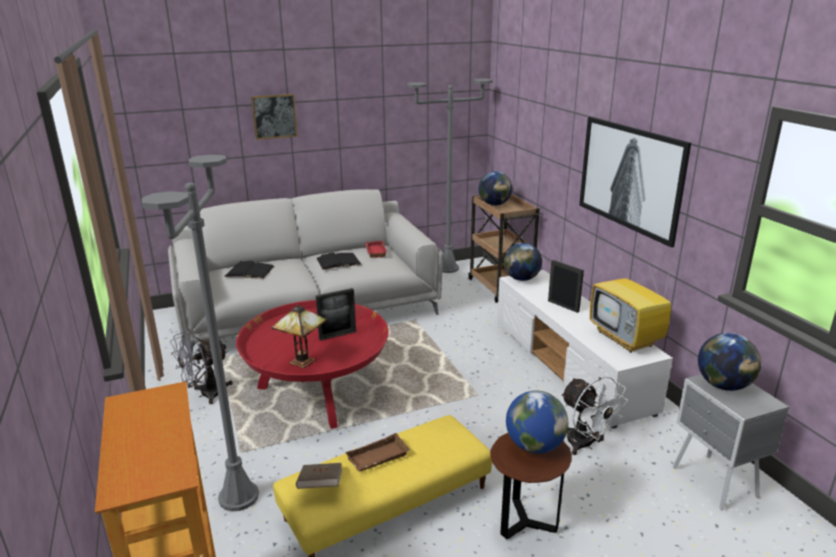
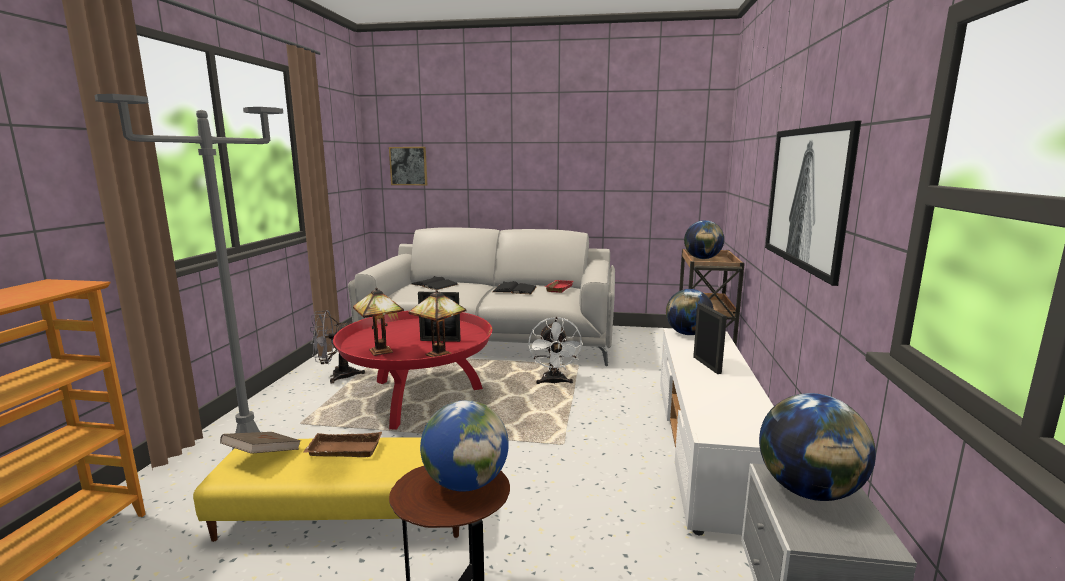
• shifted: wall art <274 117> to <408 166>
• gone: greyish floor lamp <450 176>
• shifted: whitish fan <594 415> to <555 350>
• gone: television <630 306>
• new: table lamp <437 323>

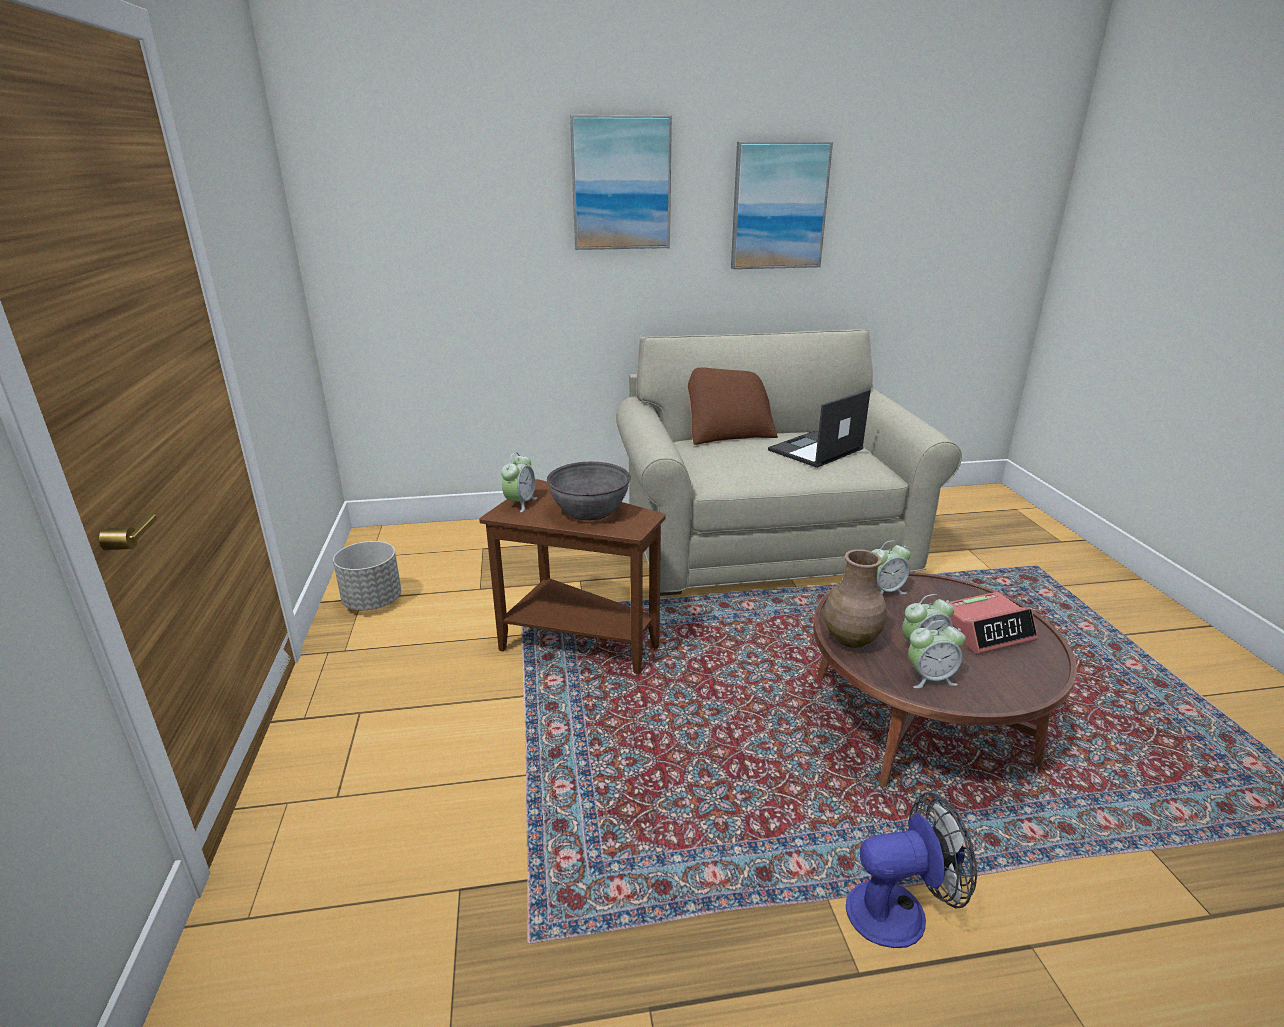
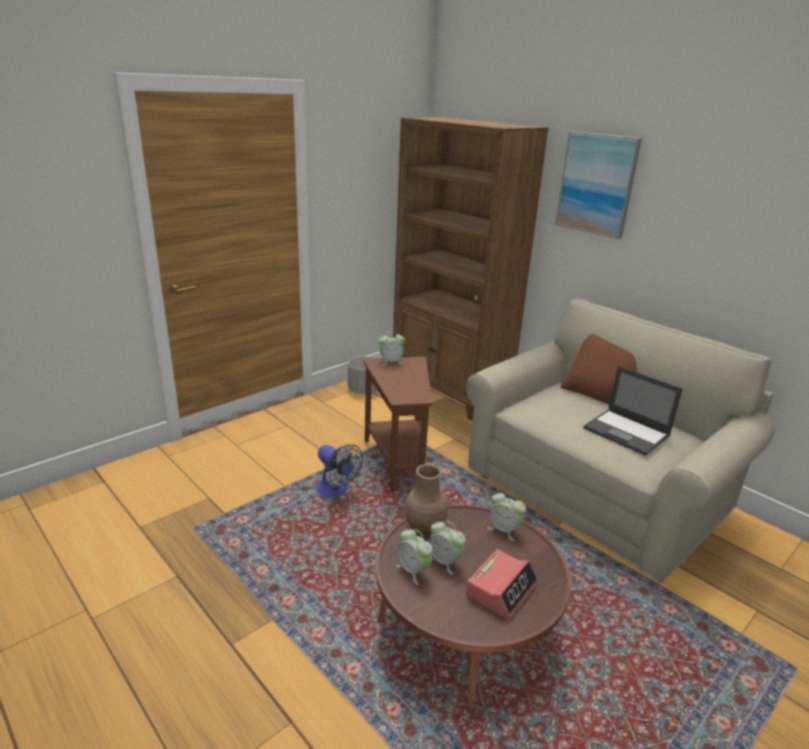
• gone: greyish bowl <589 491>
• gone: wall art <782 205>
• rotated: laptop <819 428> = <633 411> 150 degrees counterclockwise
• shifted: fan <911 870> to <339 471>
• rotated: alarm clock <992 623> = <502 584> 90 degrees counterclockwise
• new: brownish shelving unit <471 268>

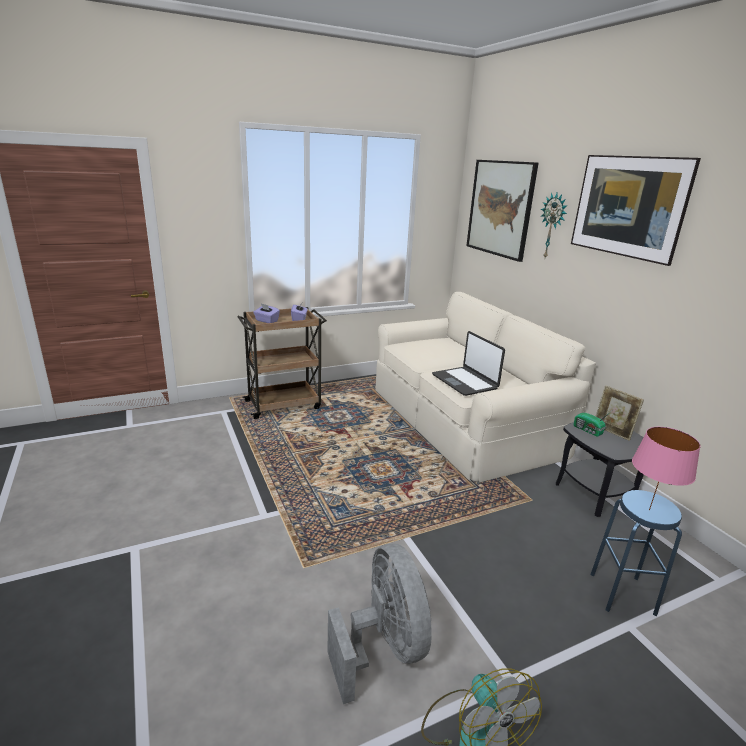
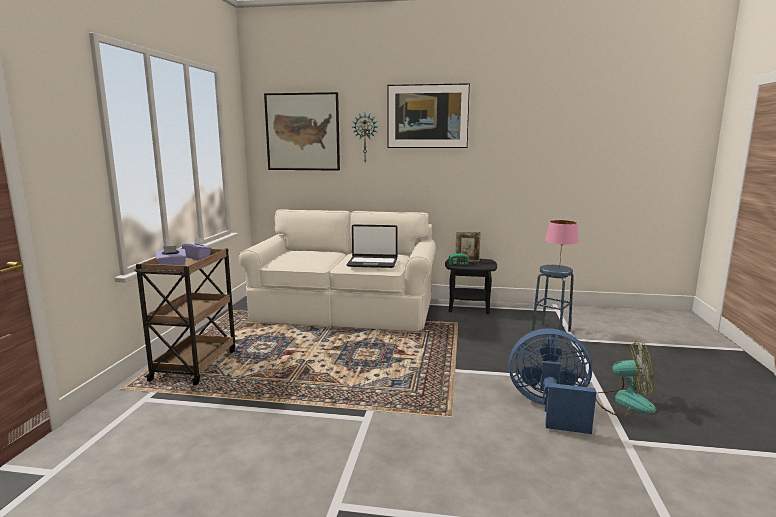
• repainted: greyish fan <379 623> to blue-coloured fan <552 381>

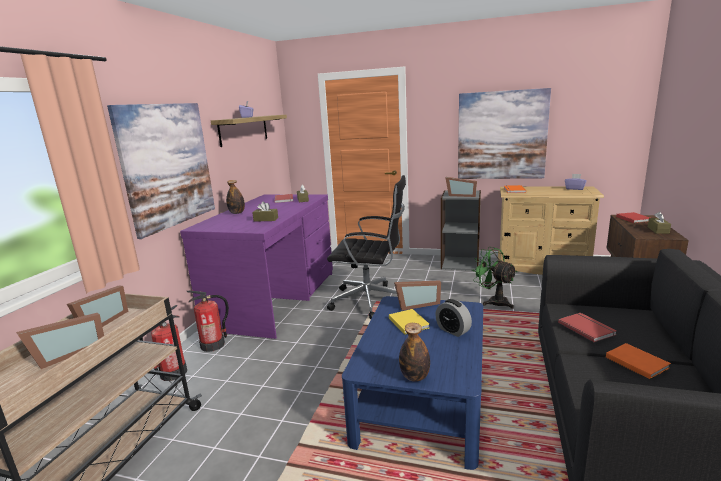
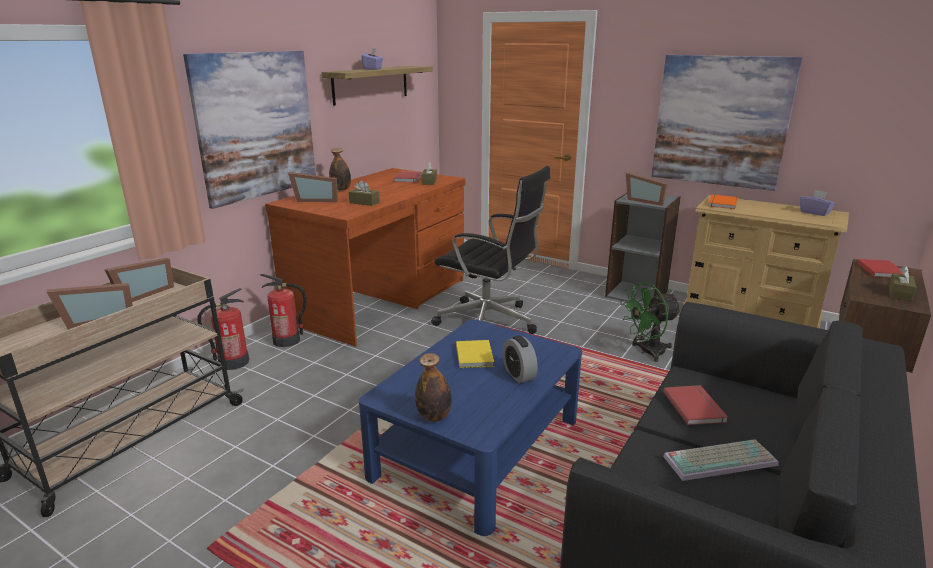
• repainted: purplish desk unit <256 266> to brownish desk unit <365 257>
• shifted: picture frame <417 296> to <313 187>
• rotated: greenish fan <494 278> = <651 322> 90 degrees counterclockwise
• swapped: orangey volume <638 361> to PC keyboard <721 460>

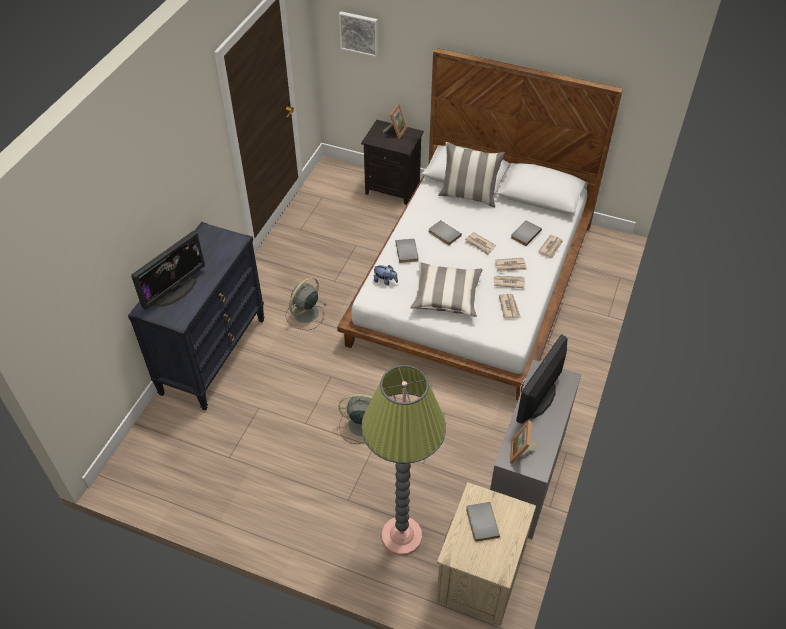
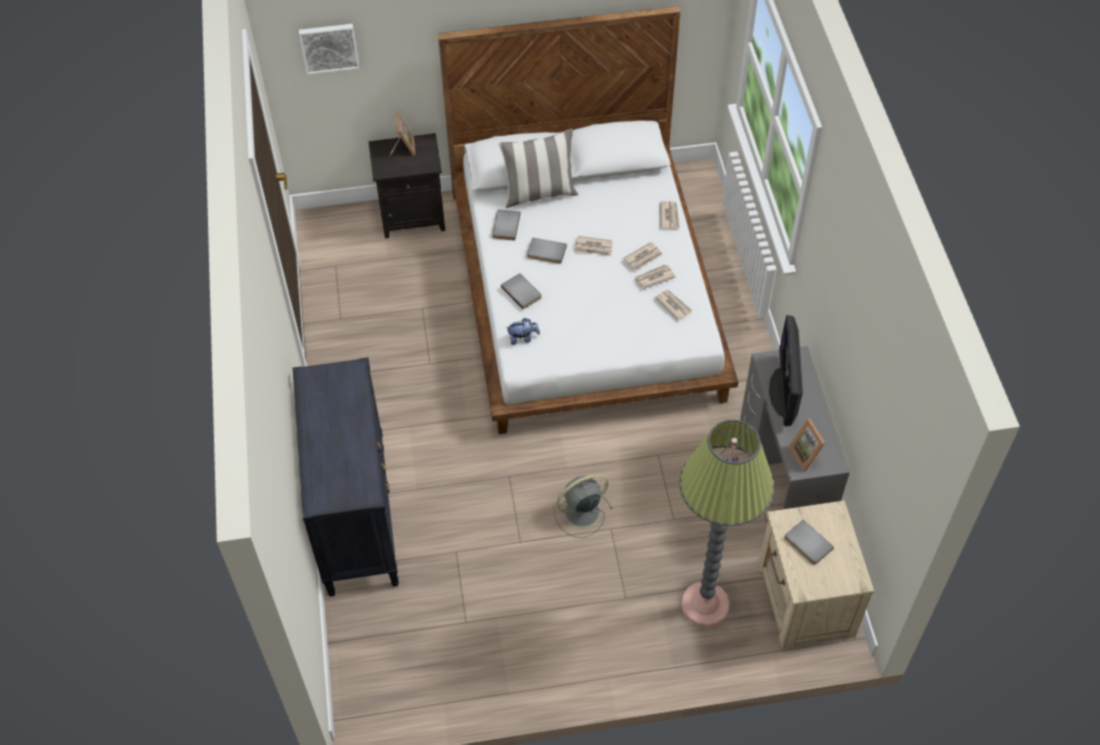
• gone: computer screen <168 270>
• gone: greyish fan <305 303>
• gone: pillow <446 289>
• shifted: greyish volume <526 233> to <506 225>

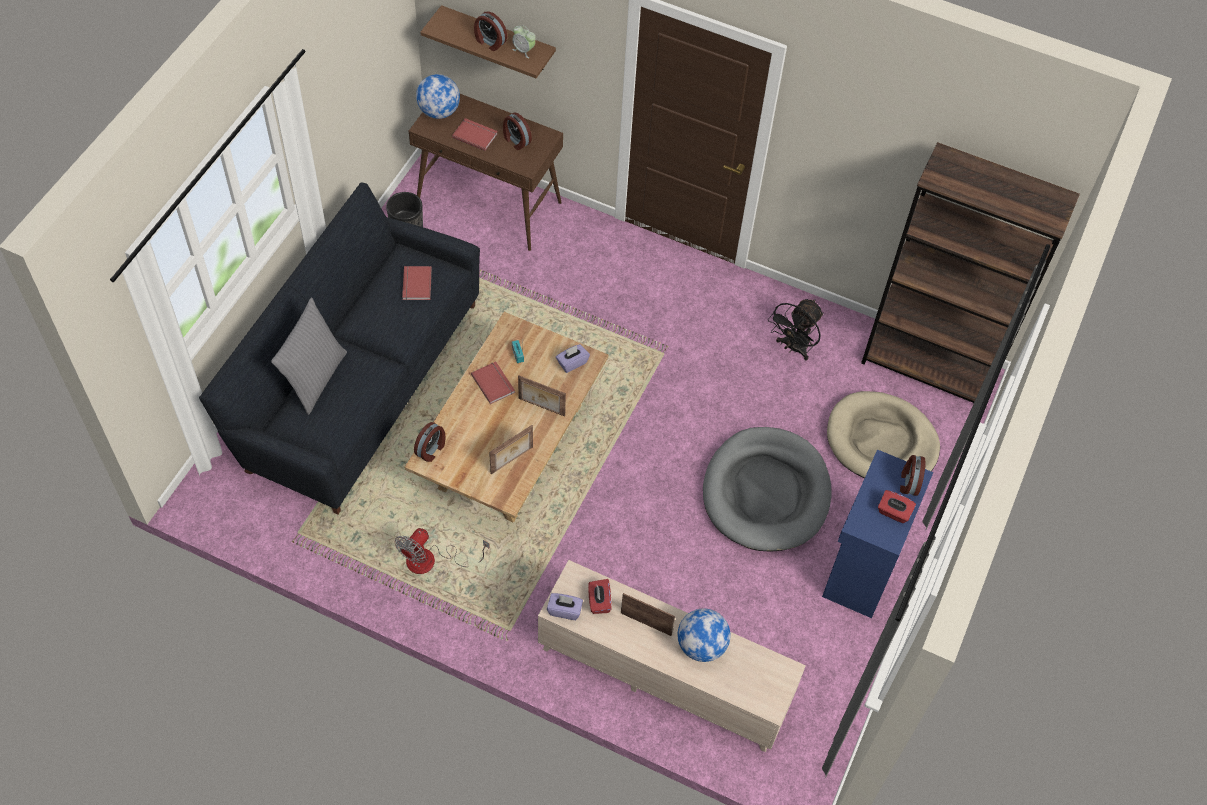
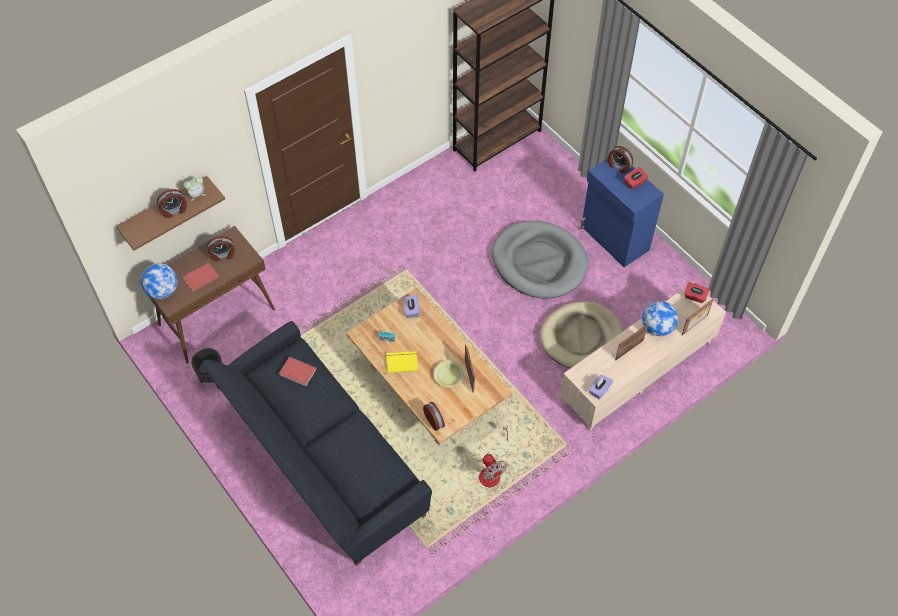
• gone: greyish pillow <309 356>
• repainted: reddish volume <493 383> to yellowish volume <402 362>
• shifted: picture frame <542 395> to <698 316>
• shifted: reddish tissue box <600 596> to <696 292>
• gone: blackish fan <796 329>
• shifted: beige-coloured pet bed <883 434> to <581 334>
• new: yellowish bowl <449 373>

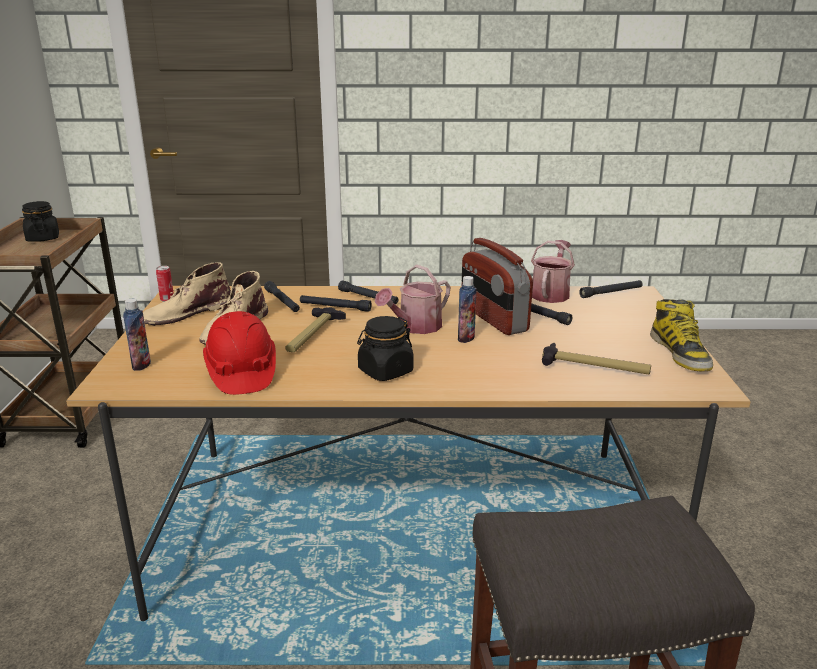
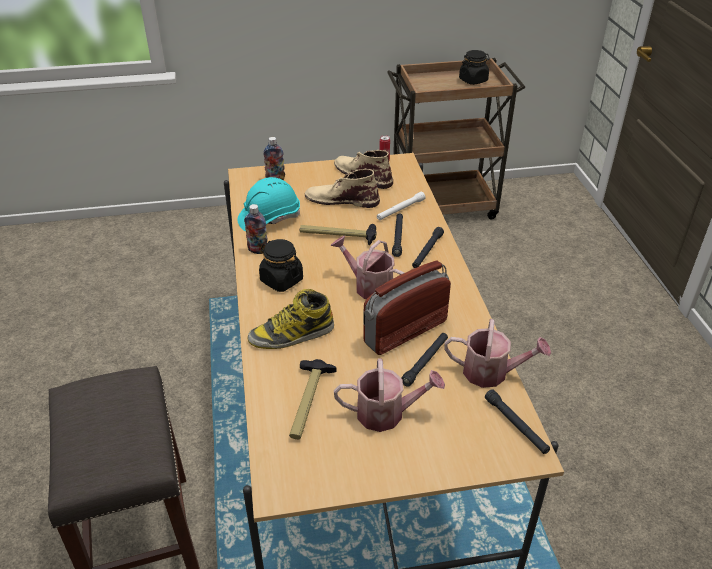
• repainted: reddish work helmet <239 353> to blue-green work helmet <269 204>
• repainted: blackish flashlight <282 296> to whitish flashlight <401 206>
• shifted: beverage bottle <467 309> to <256 229>
• shifted: high-top boot <681 335> to <291 319>
• new: watering pot <389 395>

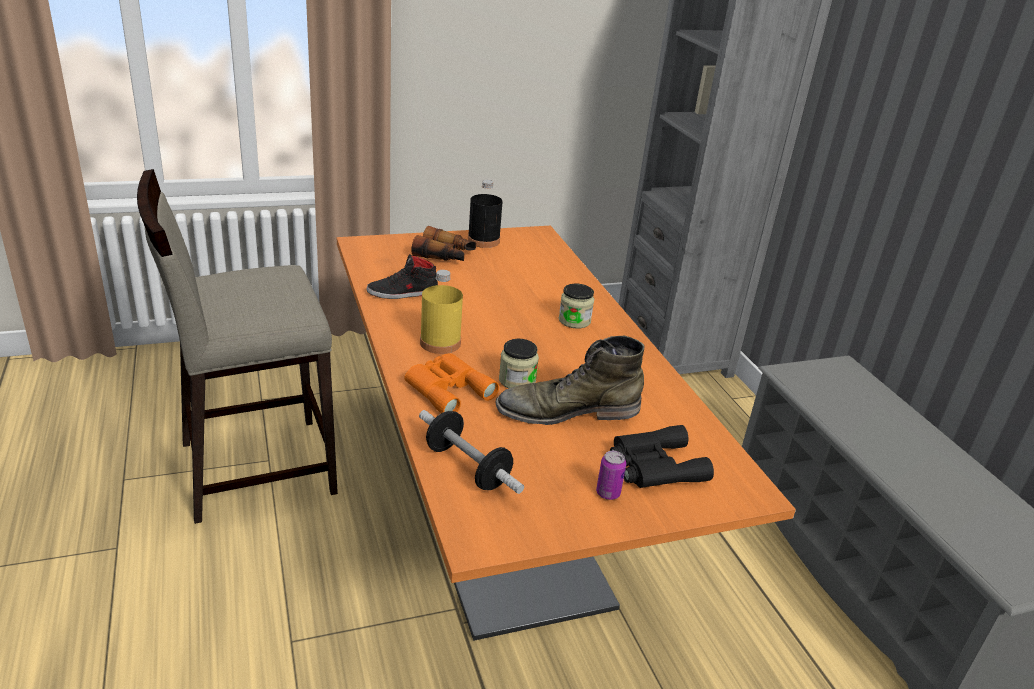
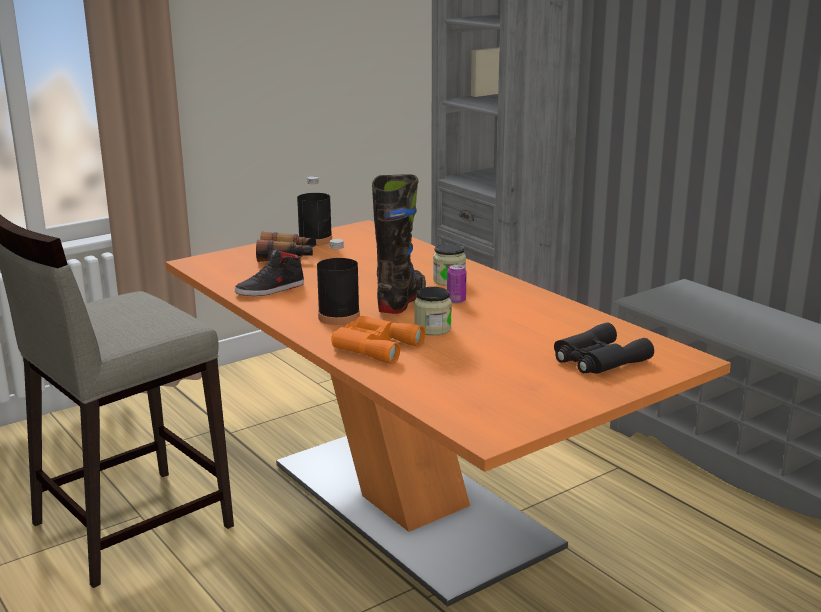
• gone: hand weight <471 452>
• repainted: yellowish beverage bottle <441 312> to blackish beverage bottle <338 282>
• gone: greenish high-top boot <570 380>
• shifted: can <611 475> to <456 284>
• new: blackish high-top boot <399 244>

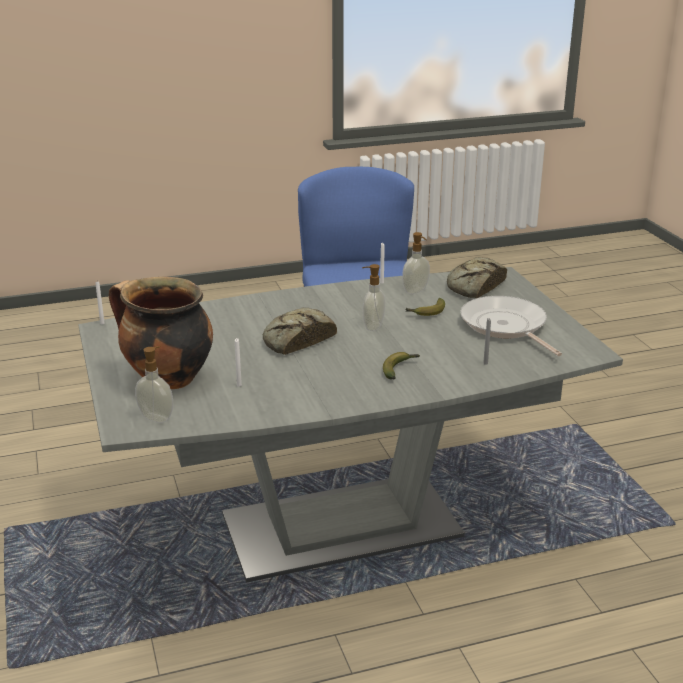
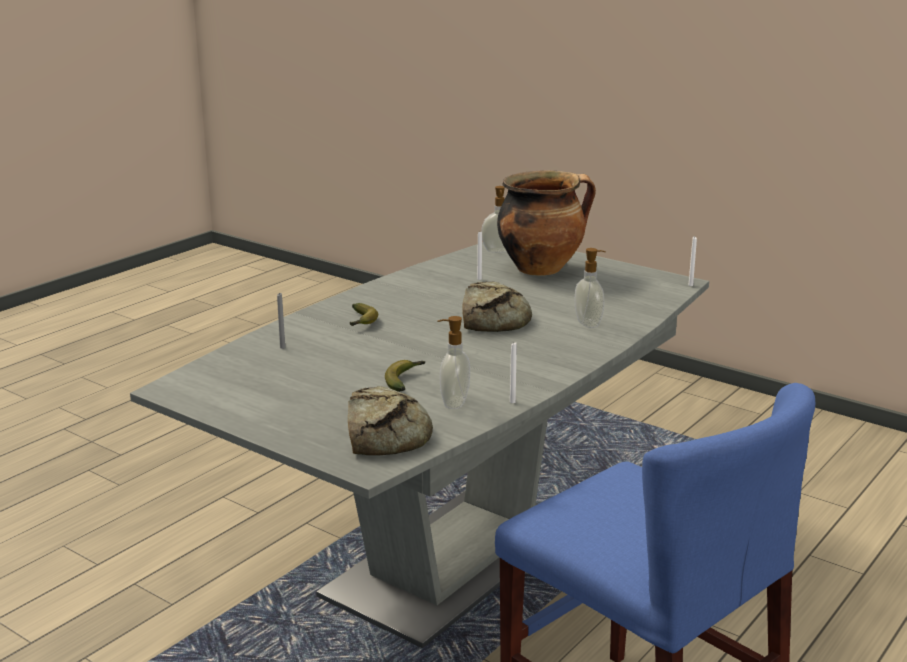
• shifted: soap bottle <373 297> to <590 288>
• gone: frying pan <511 326>

